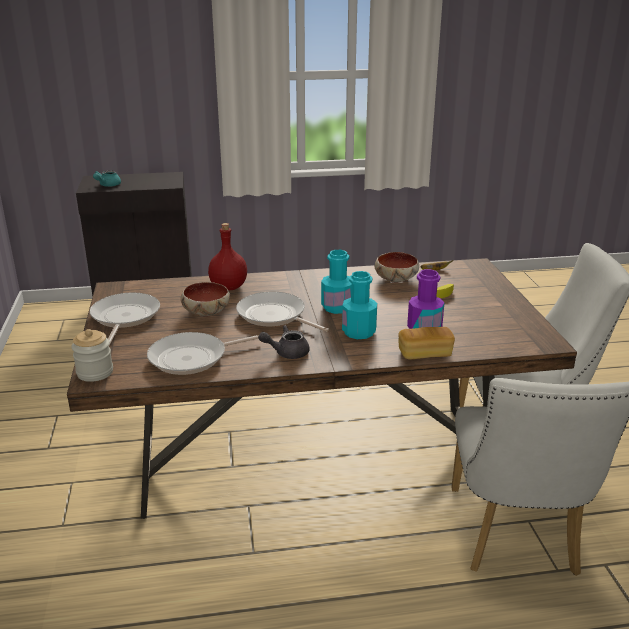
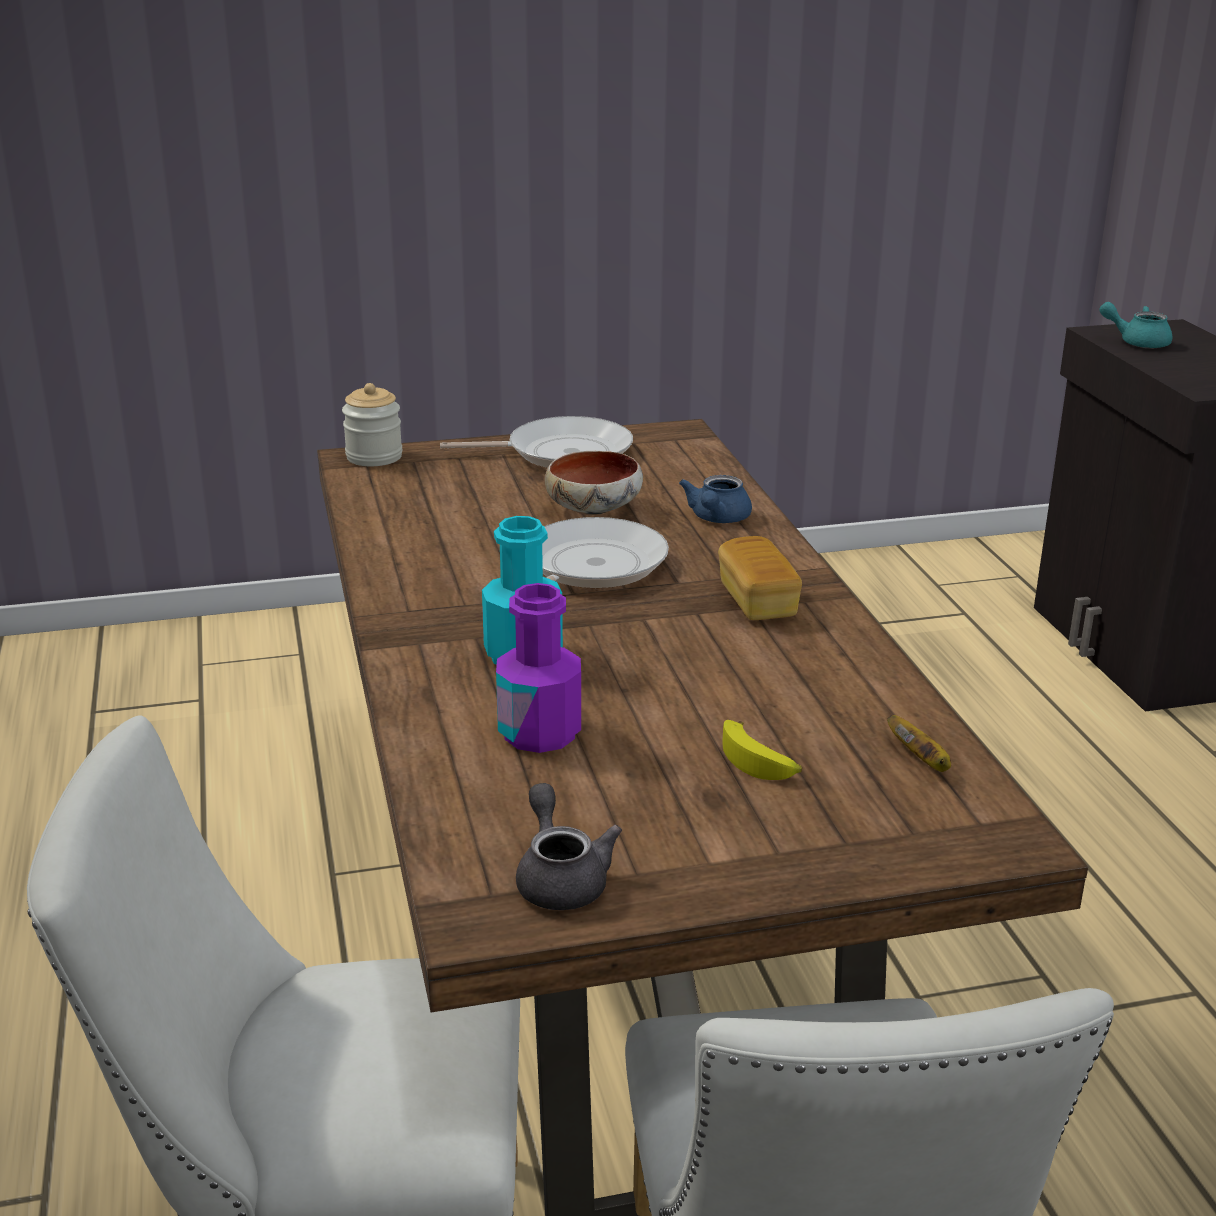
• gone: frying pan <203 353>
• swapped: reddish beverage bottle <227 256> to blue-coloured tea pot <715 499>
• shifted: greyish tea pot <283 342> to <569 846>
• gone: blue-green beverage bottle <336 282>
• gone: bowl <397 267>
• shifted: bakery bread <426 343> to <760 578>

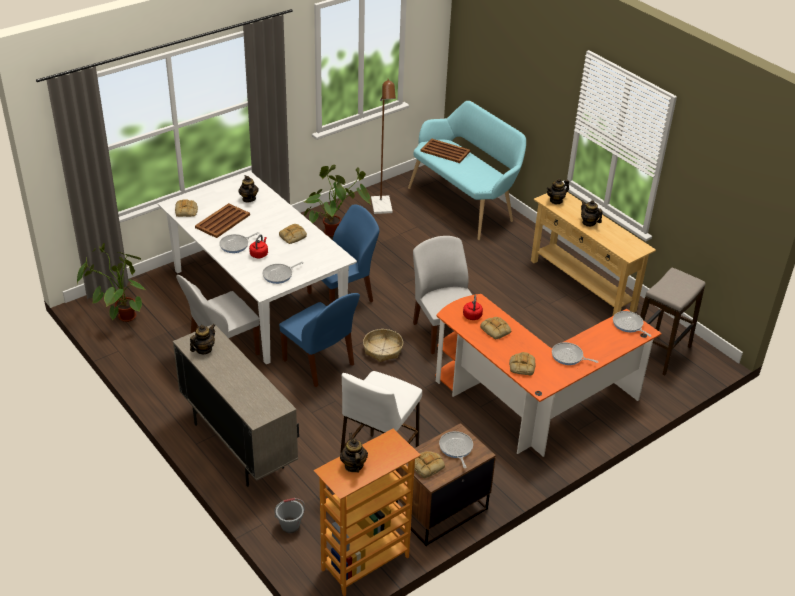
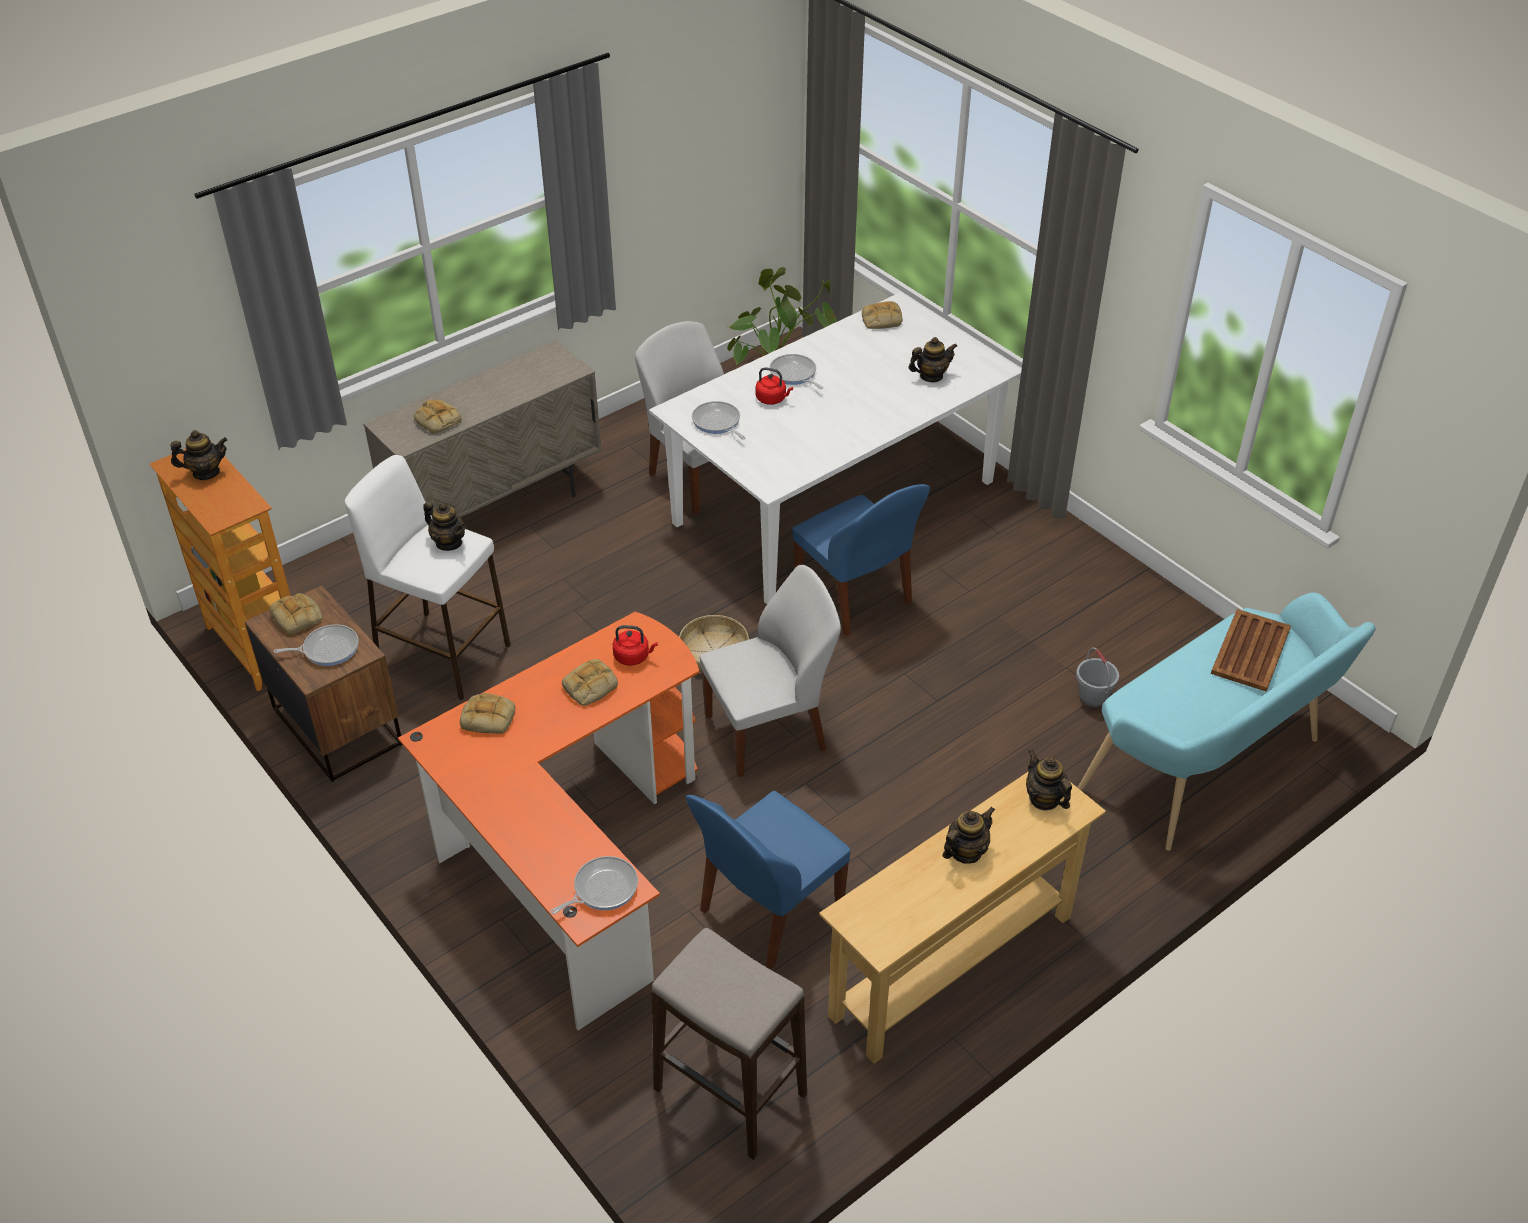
• shifted: tea pot <202 339> to <444 526>
• gone: brownish serving tray <222 220>
• shifted: greyish bucket <289 515> to <1097 677>
• shifted: bakery bread <293 234> to <438 416>
• shifted: blue-coloured upright chair <319 340> to <768 880>
• gone: potted plant <337 201>
• gone: brownish floor lamp <383 146>
• gone: frying pan <575 353>

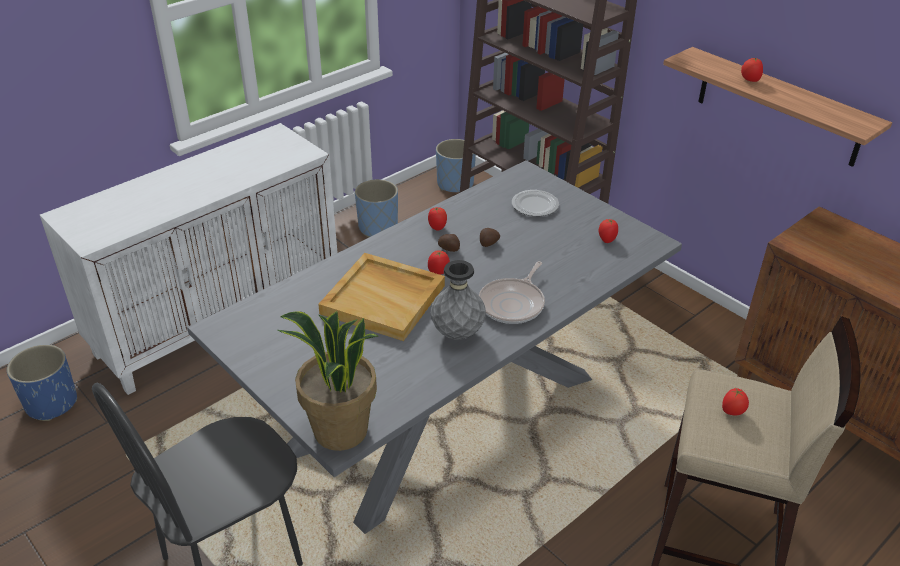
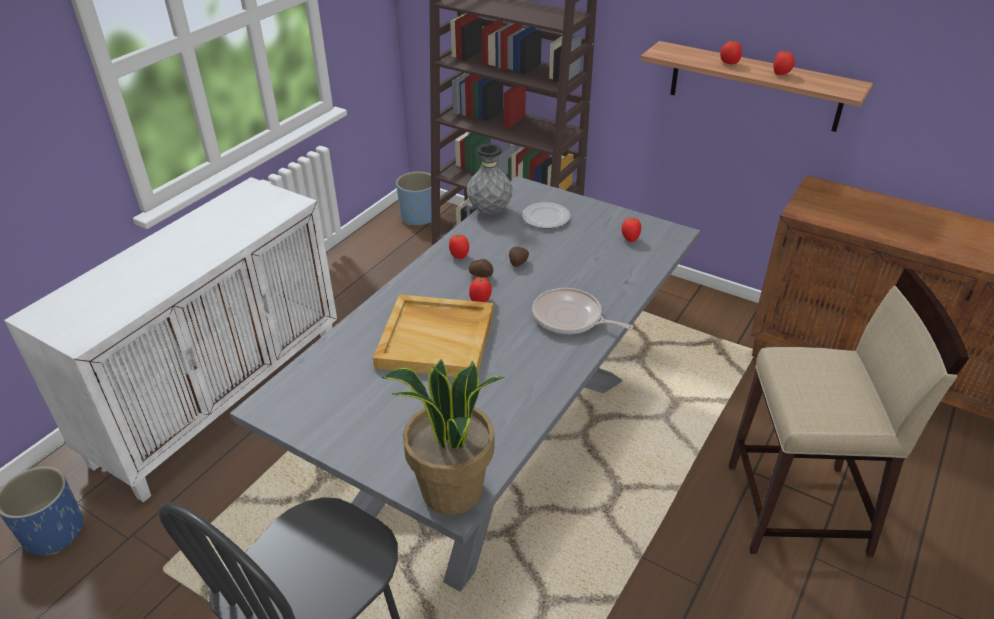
• gone: blue-coloured flower pot <376 208>
• shifted: greyish vase <458 300> to <490 178>
• rotated: frying pan <512 292> = <582 311> 105 degrees clockwise
• shifted: fresh tomato <735 402> to <784 63>

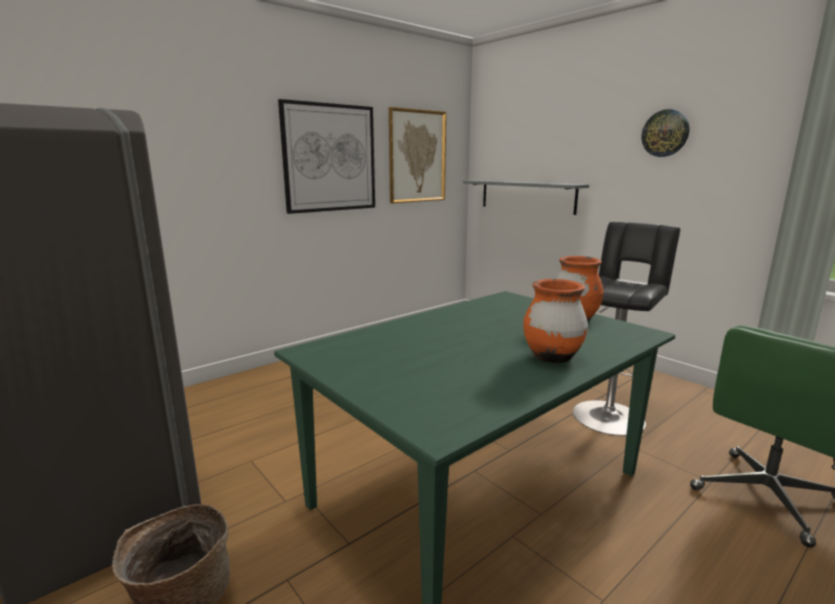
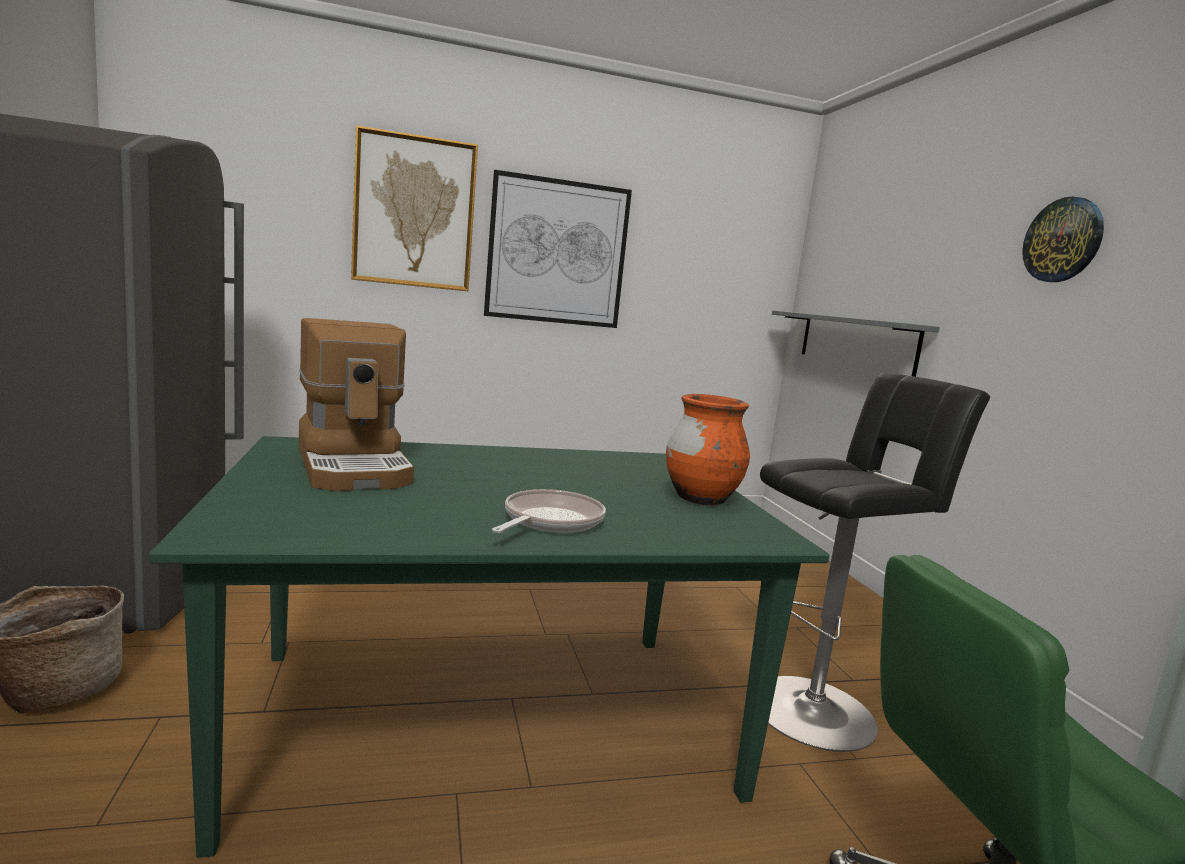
• shifted: wall art <417 155> to <414 208>
• swapped: orangey vase <555 321> to frying pan <548 511>
• new: coffee maker <356 404>

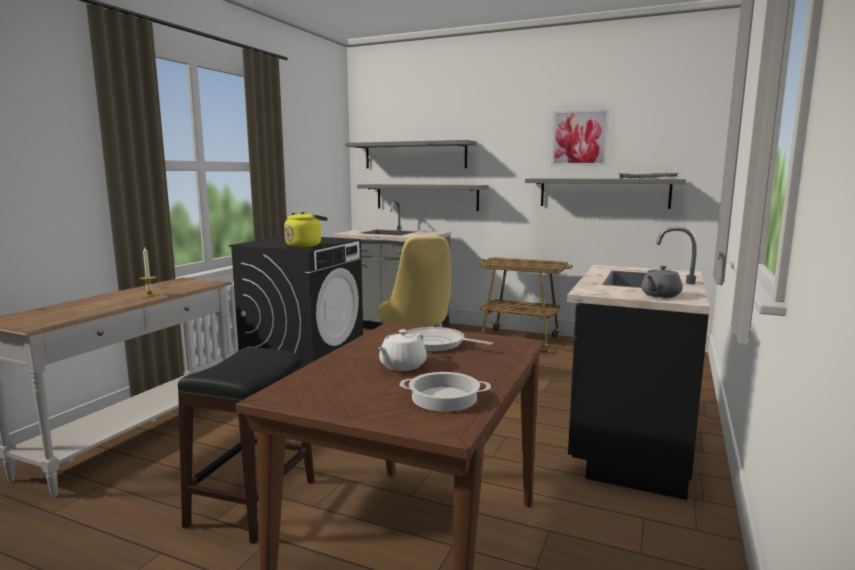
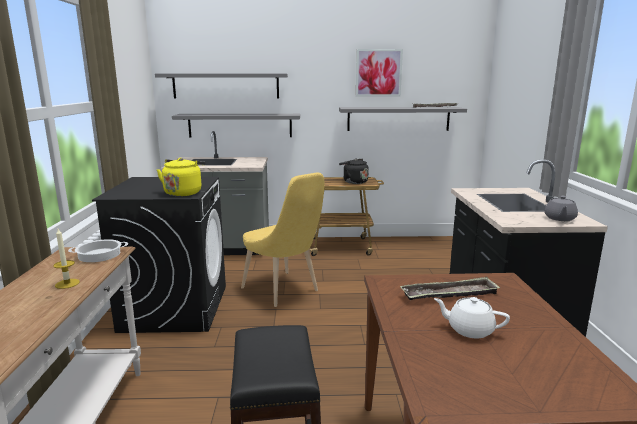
• rotated: whitish tea pot <402 350> = <472 317> 105 degrees clockwise
• shifted: saucepot <445 392> to <98 250>
• swapped: frying pan <449 339> to serving tray <450 288>
• new: blackish kettle <354 171>

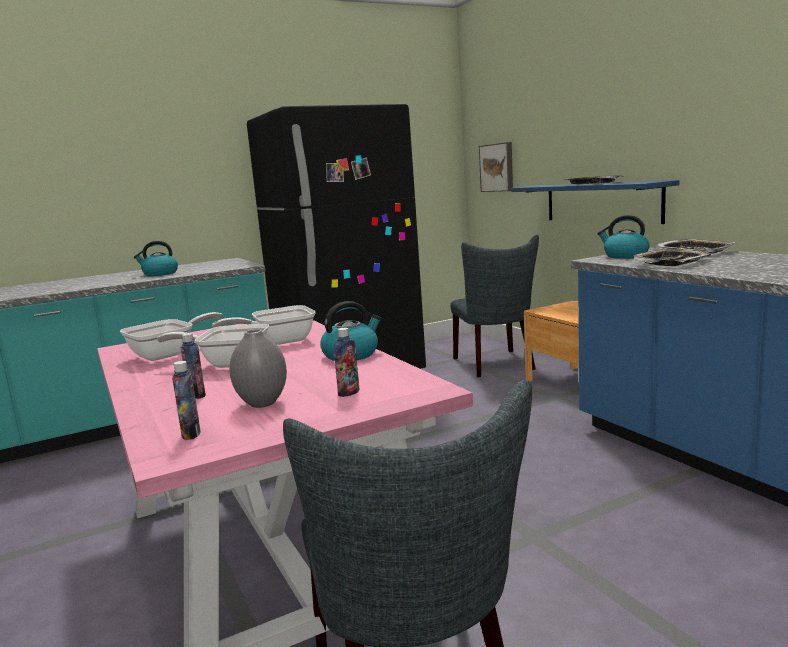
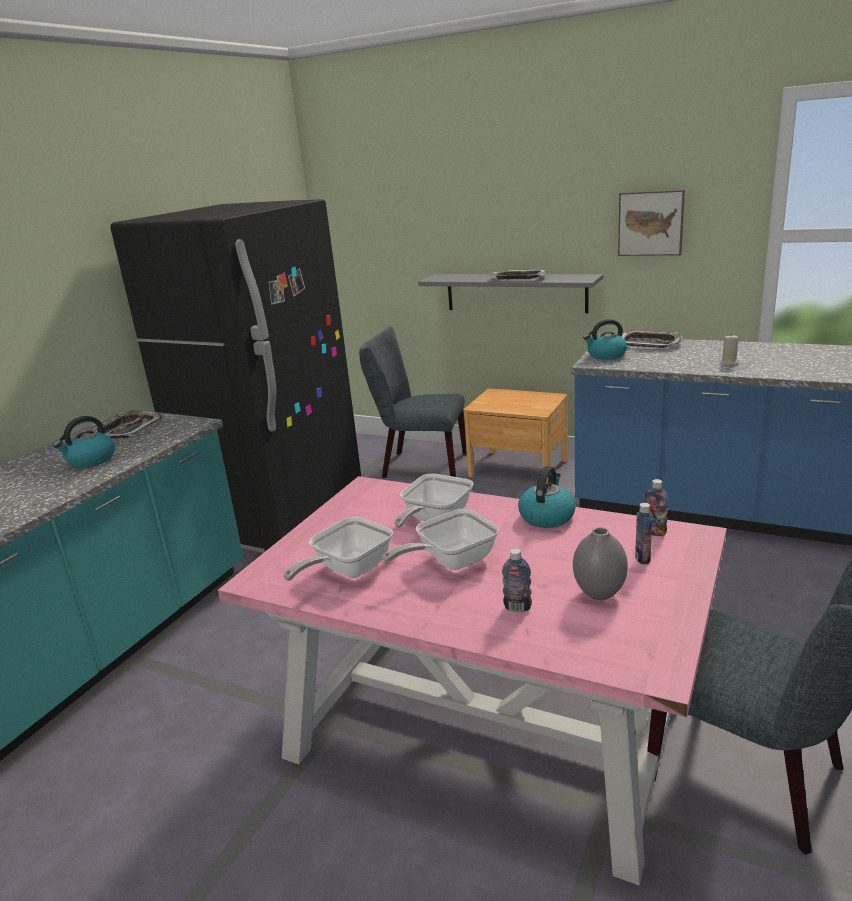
• rotated: frying pan <171 336> = <338 549> 150 degrees counterclockwise
• shifted: beverage bottle <186 400> to <656 508>
• rotated: greyish upright chair <494 306> = <413 402> 150 degrees clockwise
• shifted: wall art <496 167> to <651 223>
• repainted: blue-coloured bracket shelf <595 202> to greyish bracket shelf <510 293>
• shifted: serving tray <672 257> to <126 425>
• new: beige-coloured wax light <730 349>

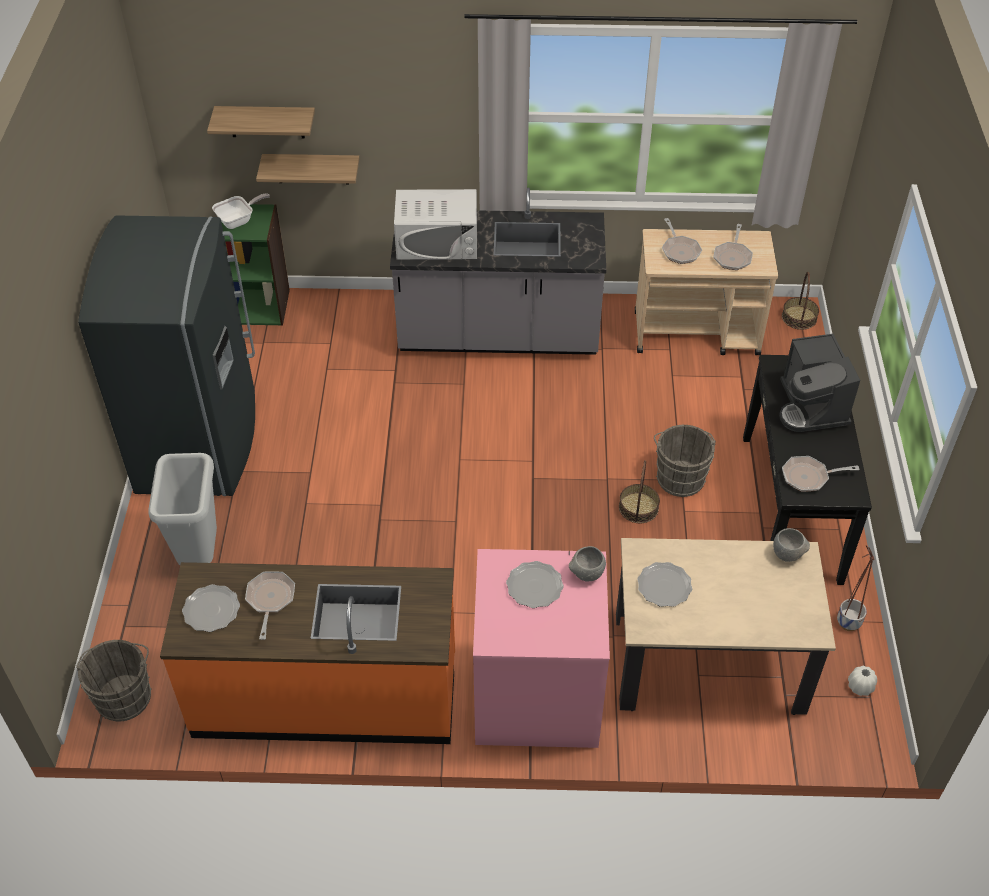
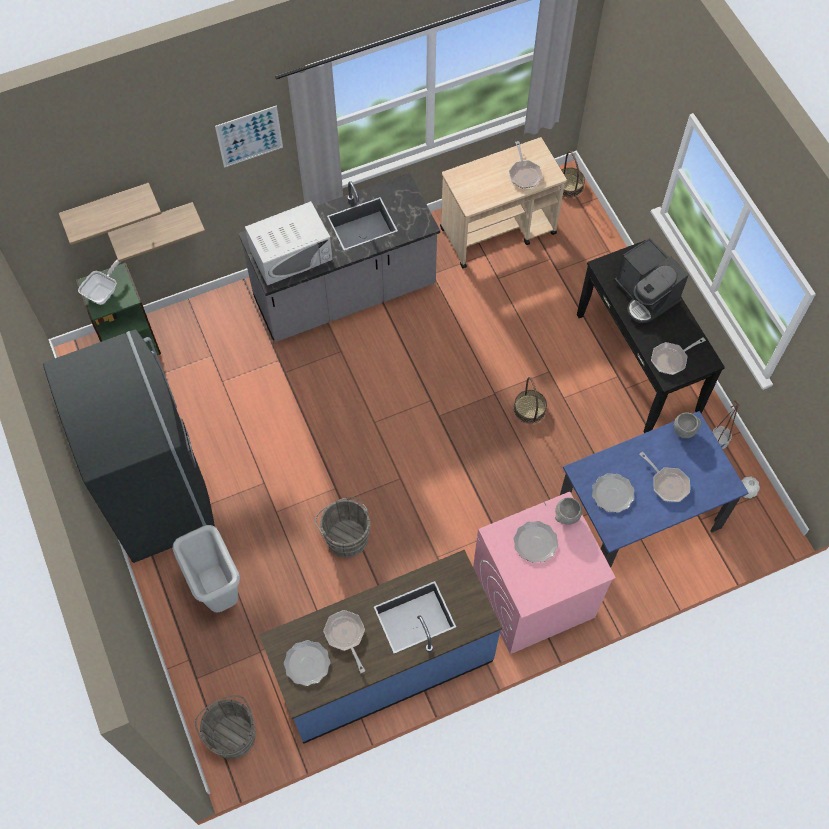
• repainted: orangey counter <307 653> to blue-coloured counter <380 647>
• repainted: beige-coloured dinner table <726 626> to blue-coloured dinner table <654 489>
• shifted: greyish bucket <685 461> to <343 527>
• shifted: frying pan <682 241> to <664 477>
• new: wall art <249 136>

